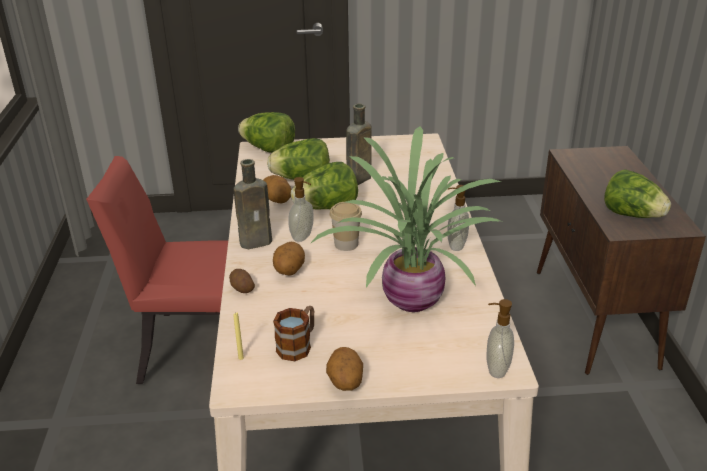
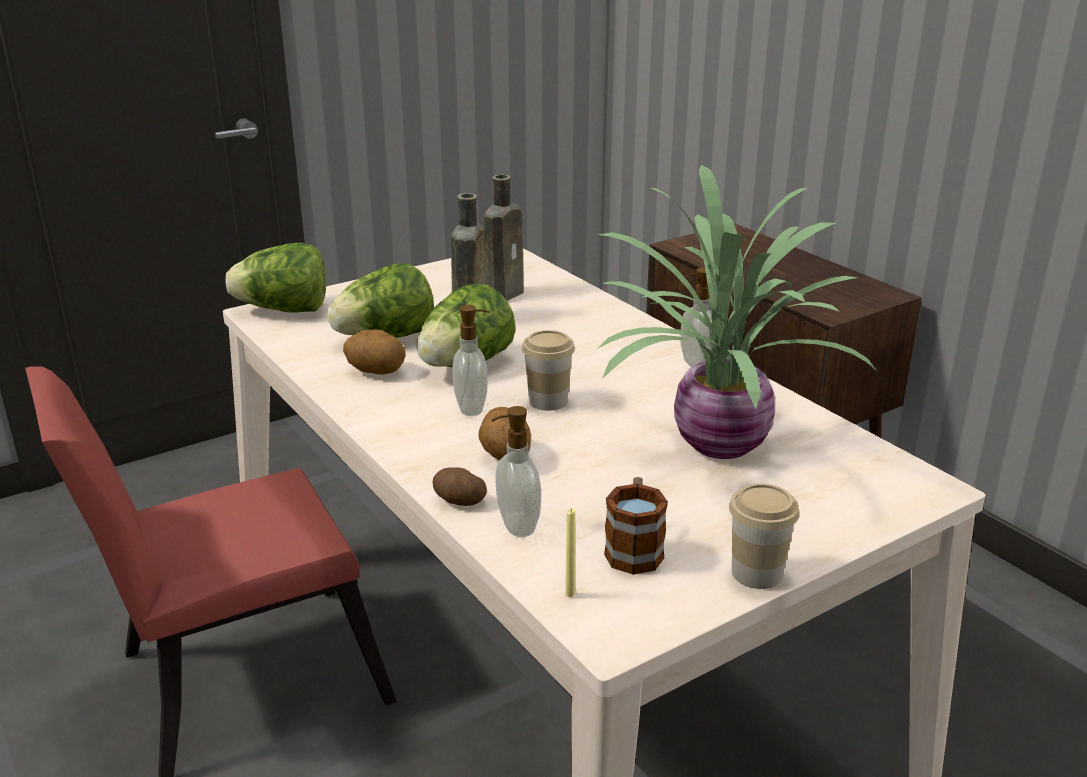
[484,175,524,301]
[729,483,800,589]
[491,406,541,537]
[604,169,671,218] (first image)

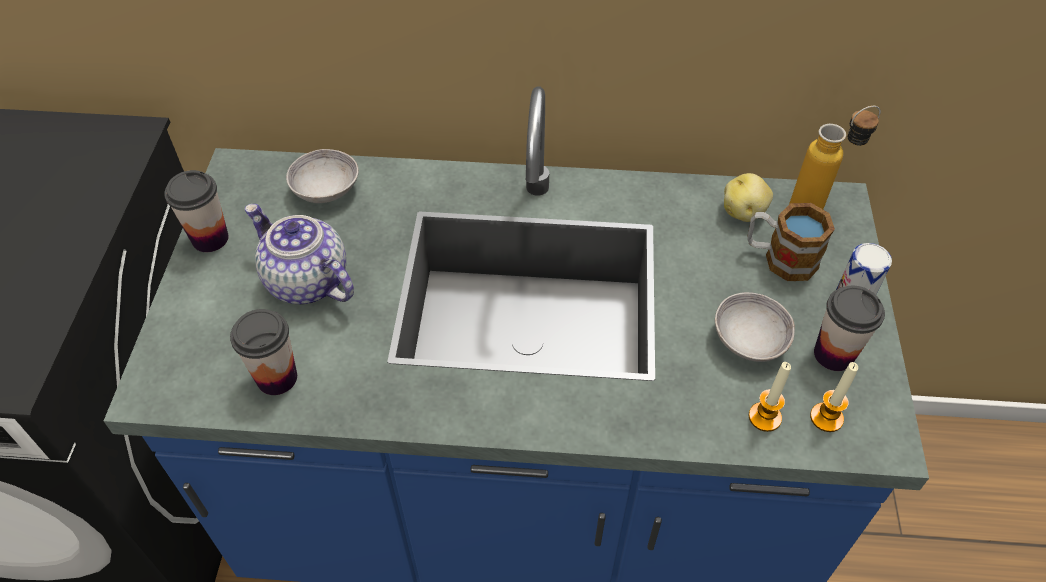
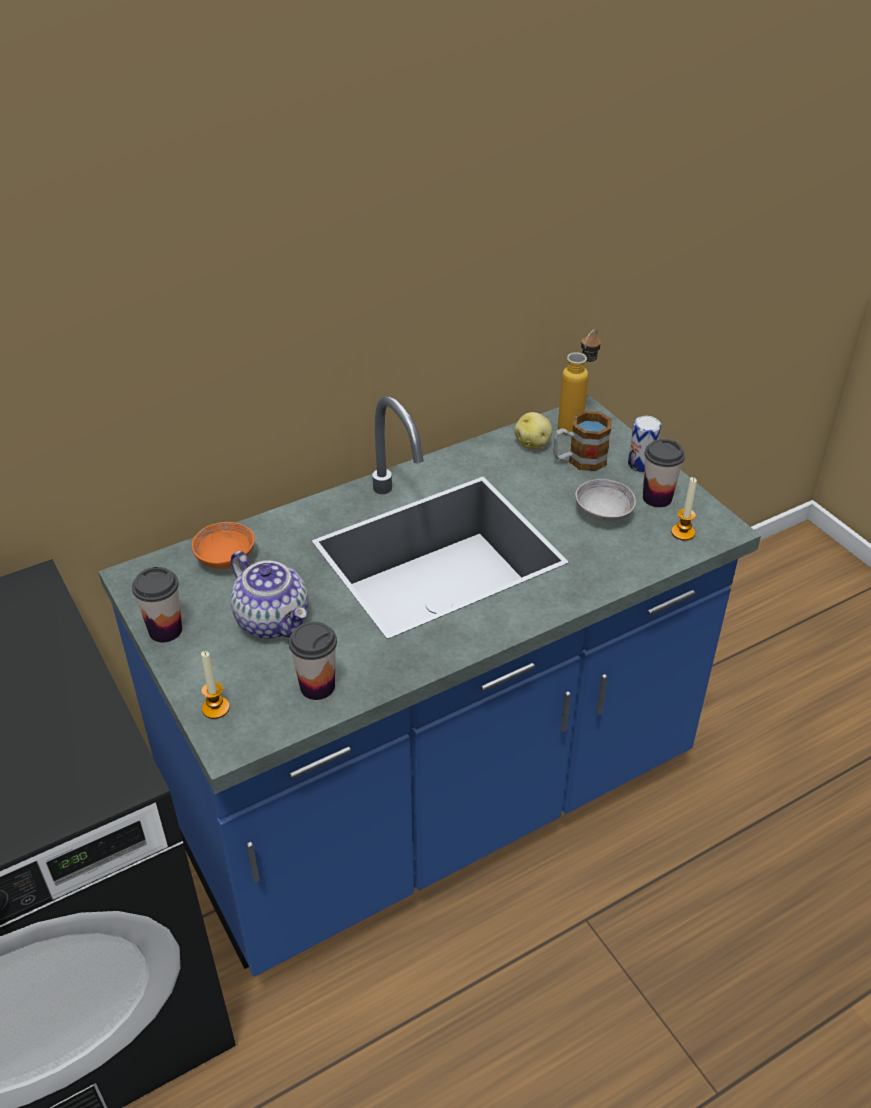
[231,551,308,639]
[192,522,255,569]
[201,651,230,719]

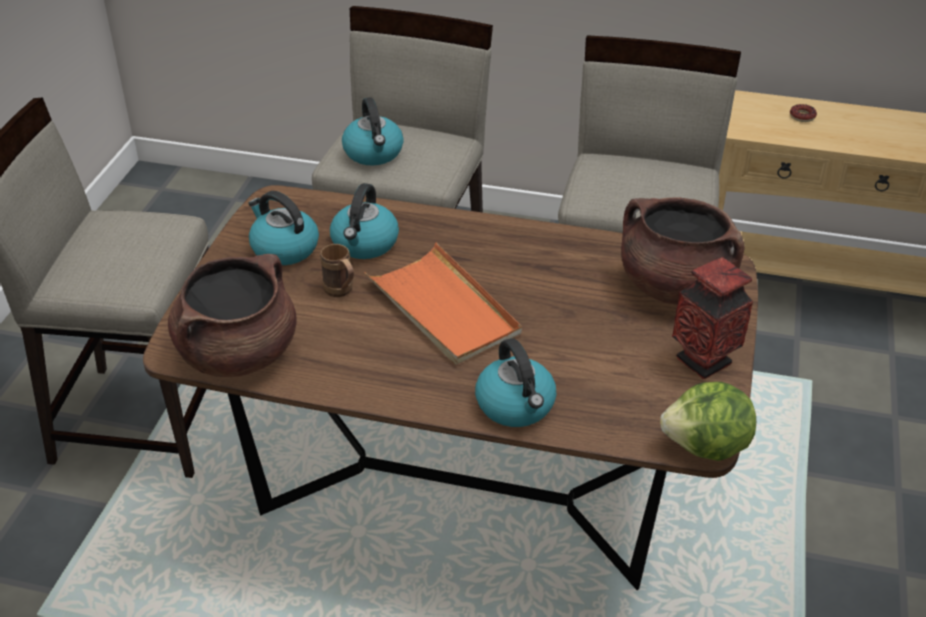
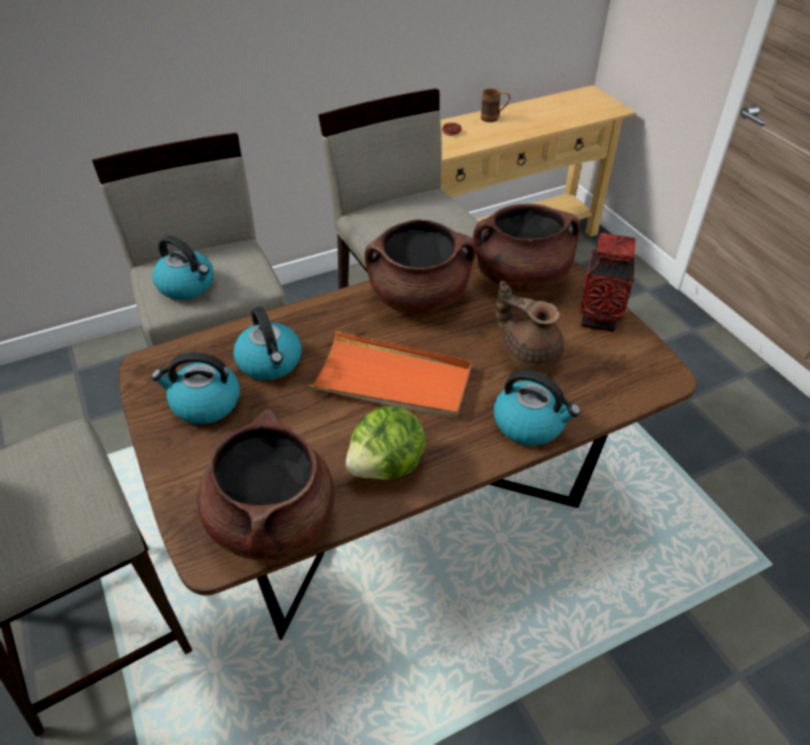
[481,89,510,122]
[345,406,426,480]
[364,219,476,314]
[496,281,564,374]

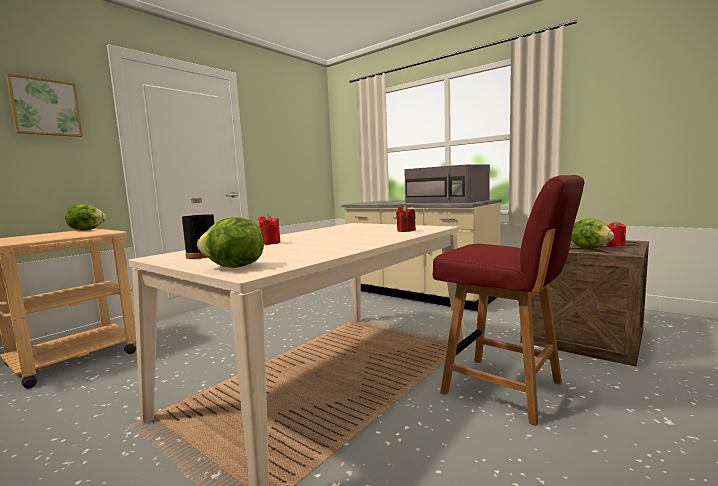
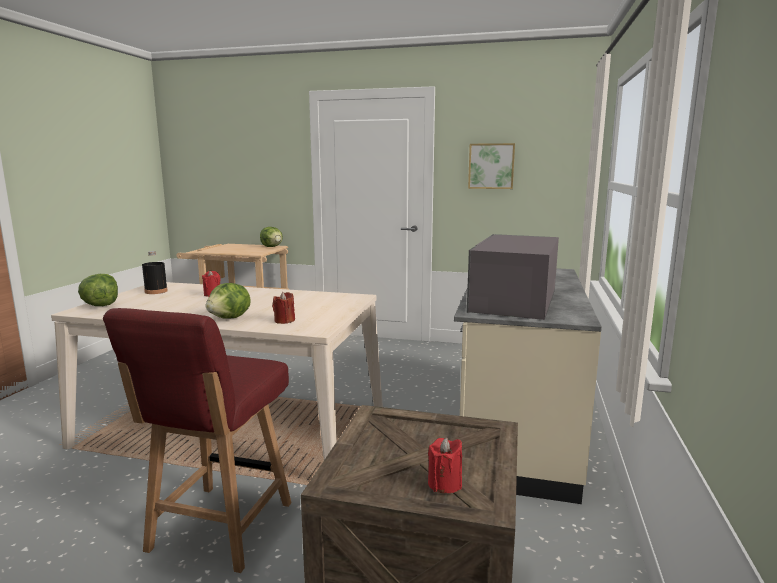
[468,143,515,189]
[205,283,251,318]

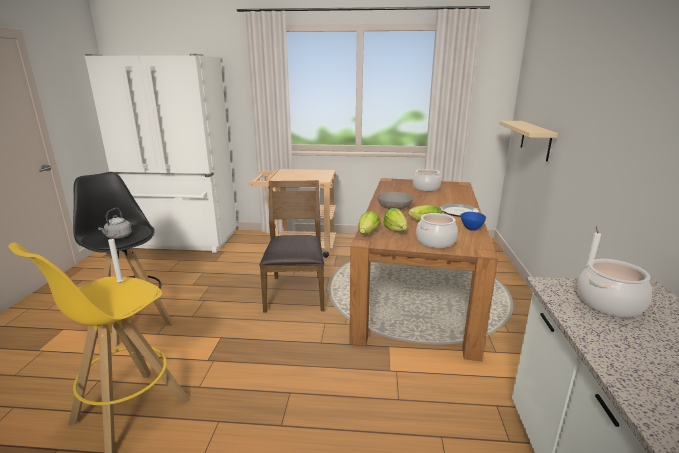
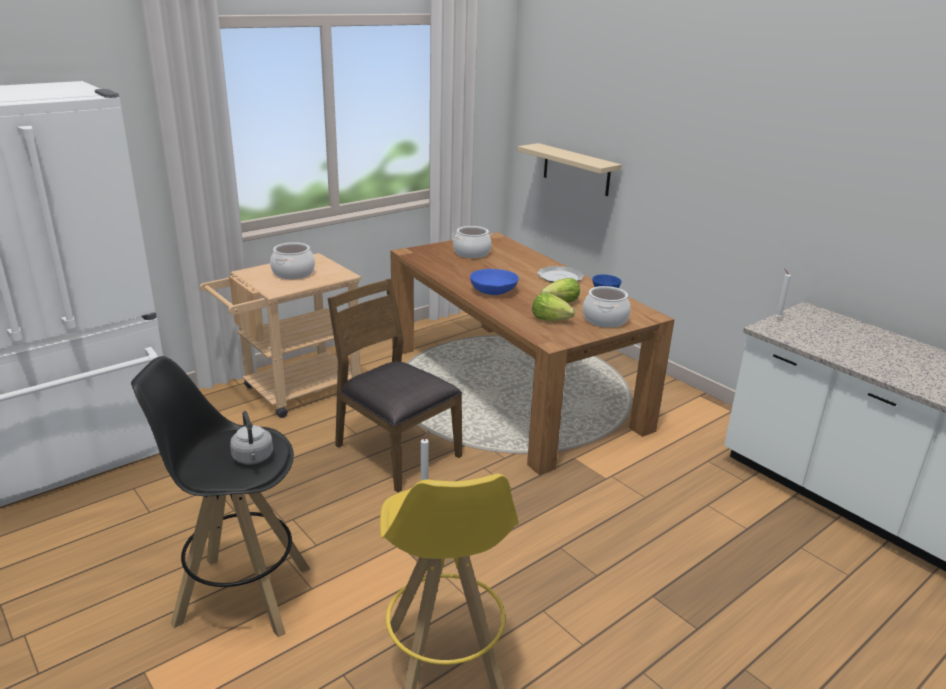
[358,211,381,234] (first image)
[470,269,519,295]
[270,242,315,279]

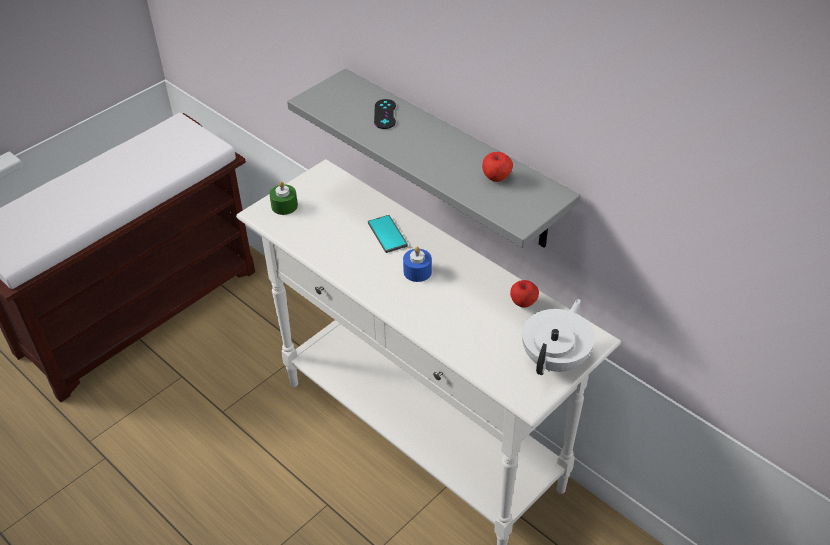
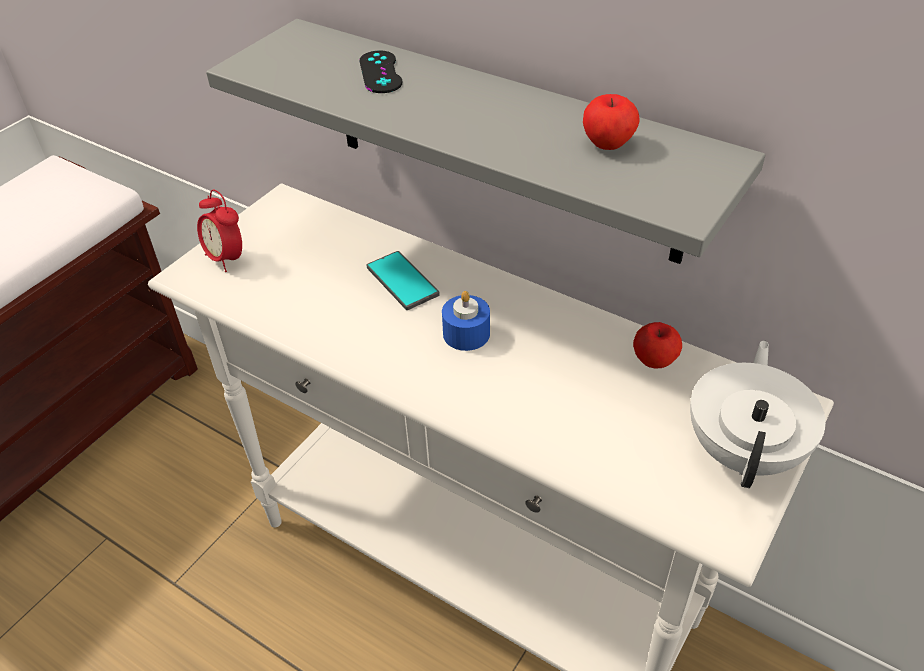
[197,189,242,272]

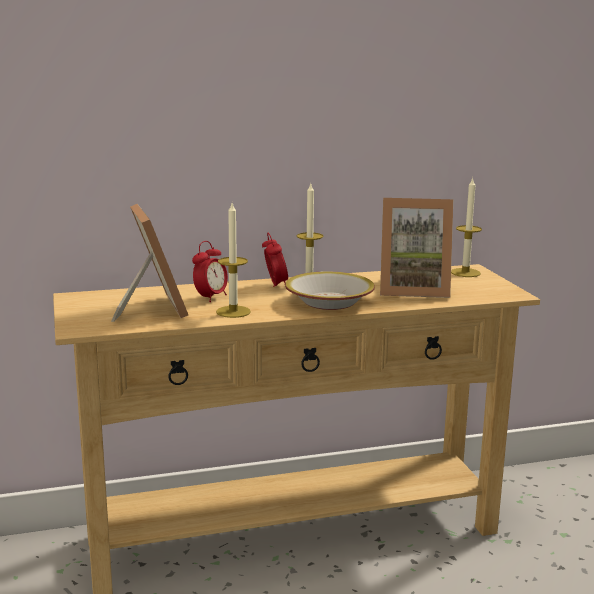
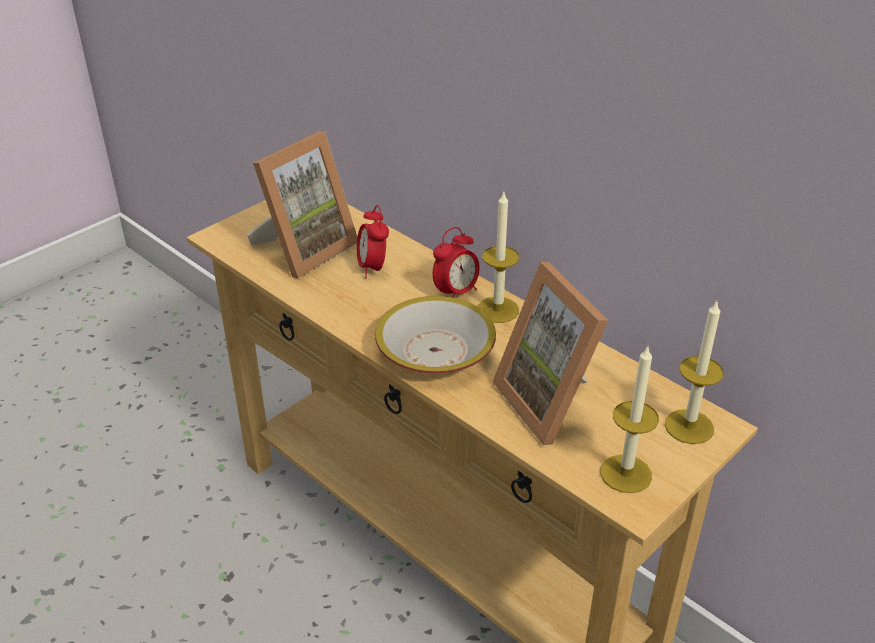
[357,205,389,279]
[601,346,659,493]

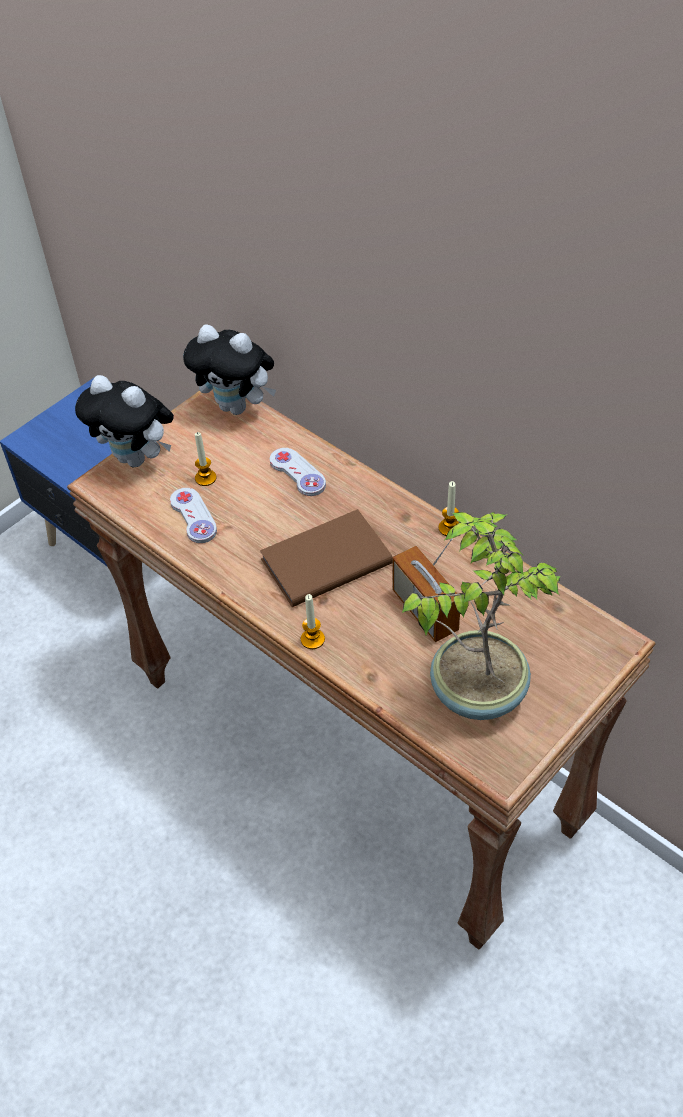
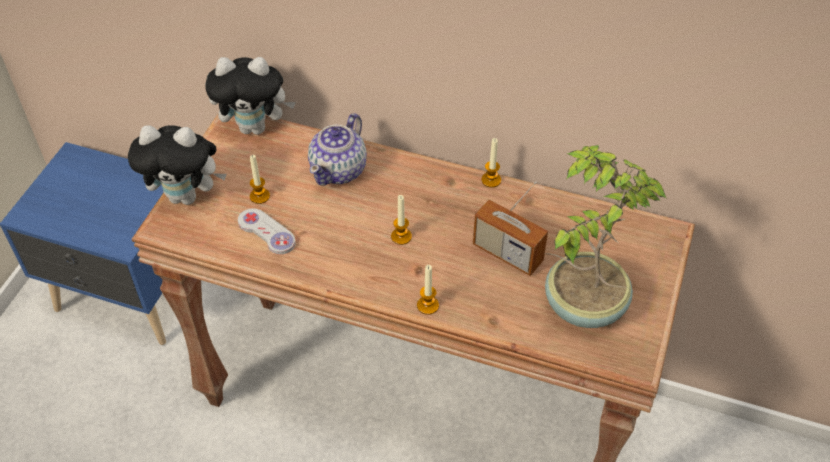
[391,195,412,245]
[308,113,367,186]

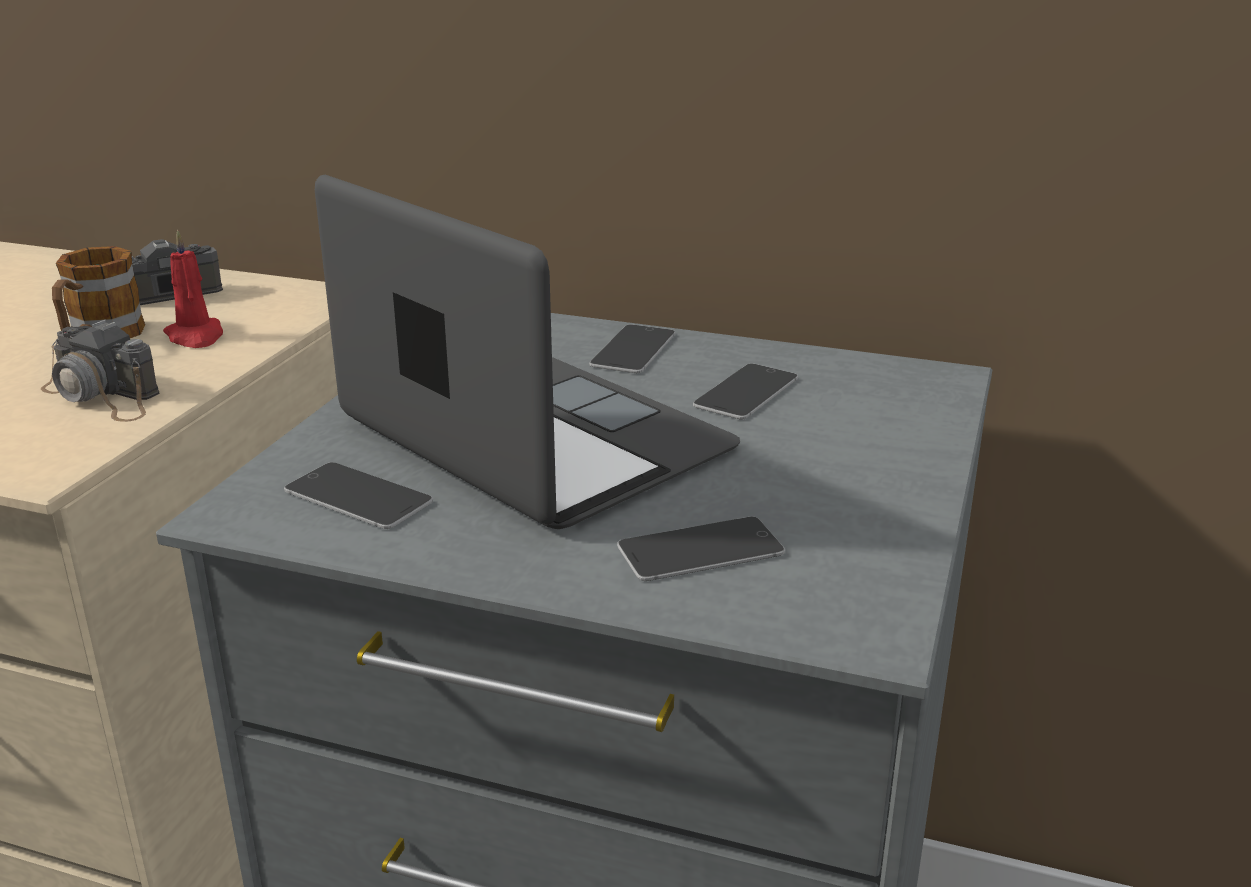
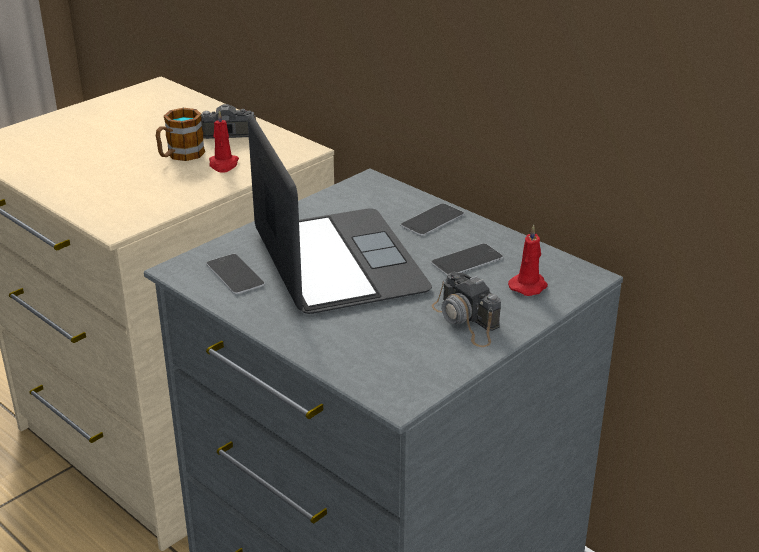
[432,272,501,347]
[617,517,785,581] (first image)
[508,224,548,296]

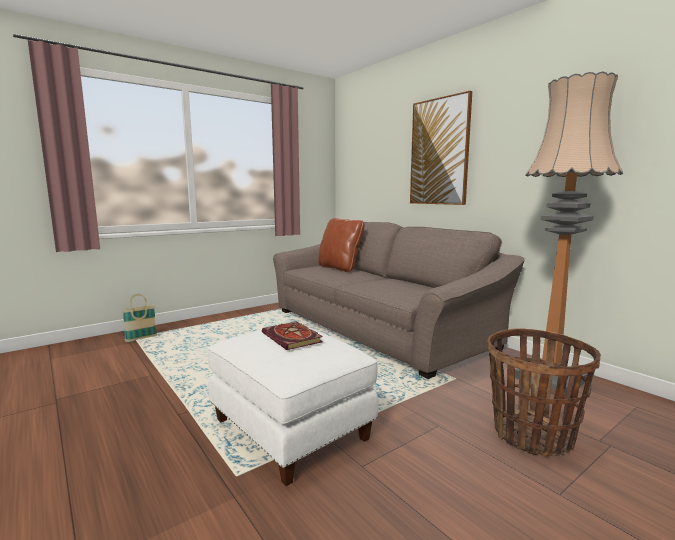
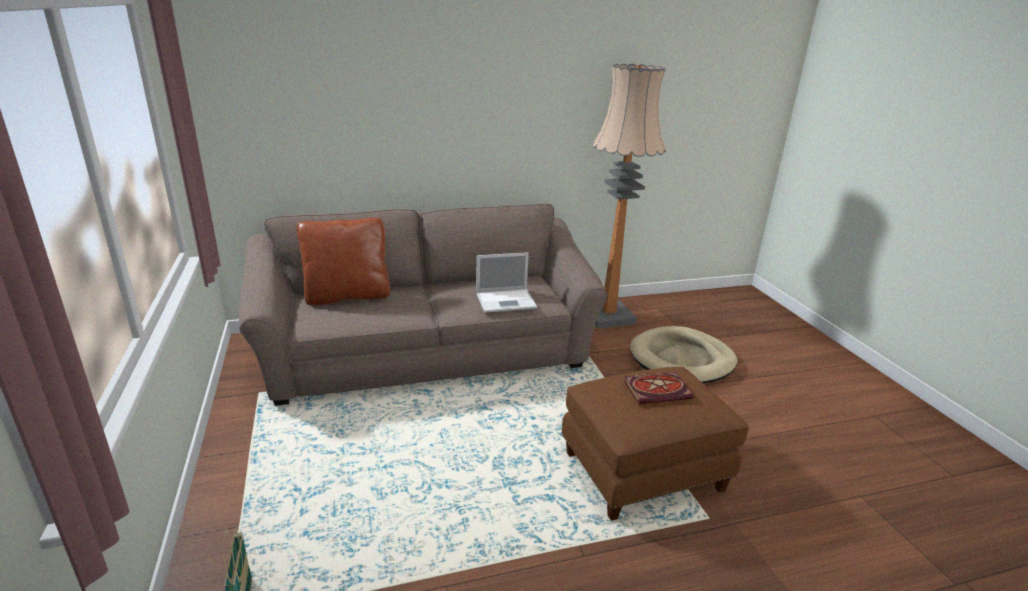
[562,367,749,521]
[410,91,472,205] (first image)
[630,326,737,383]
[476,252,537,313]

